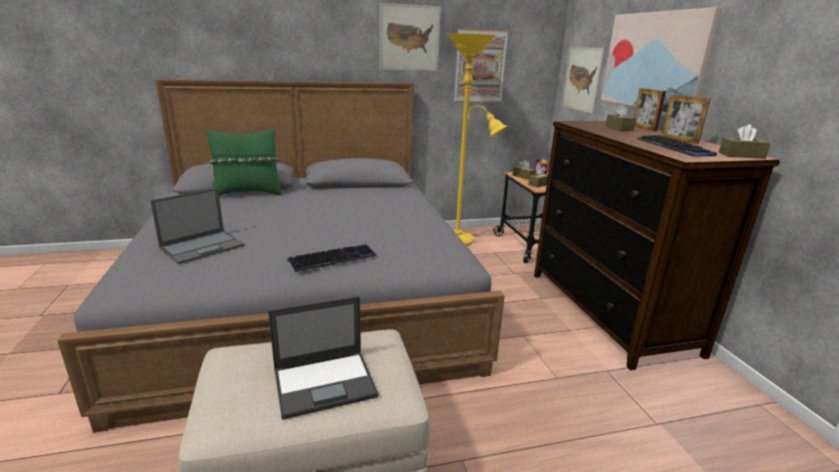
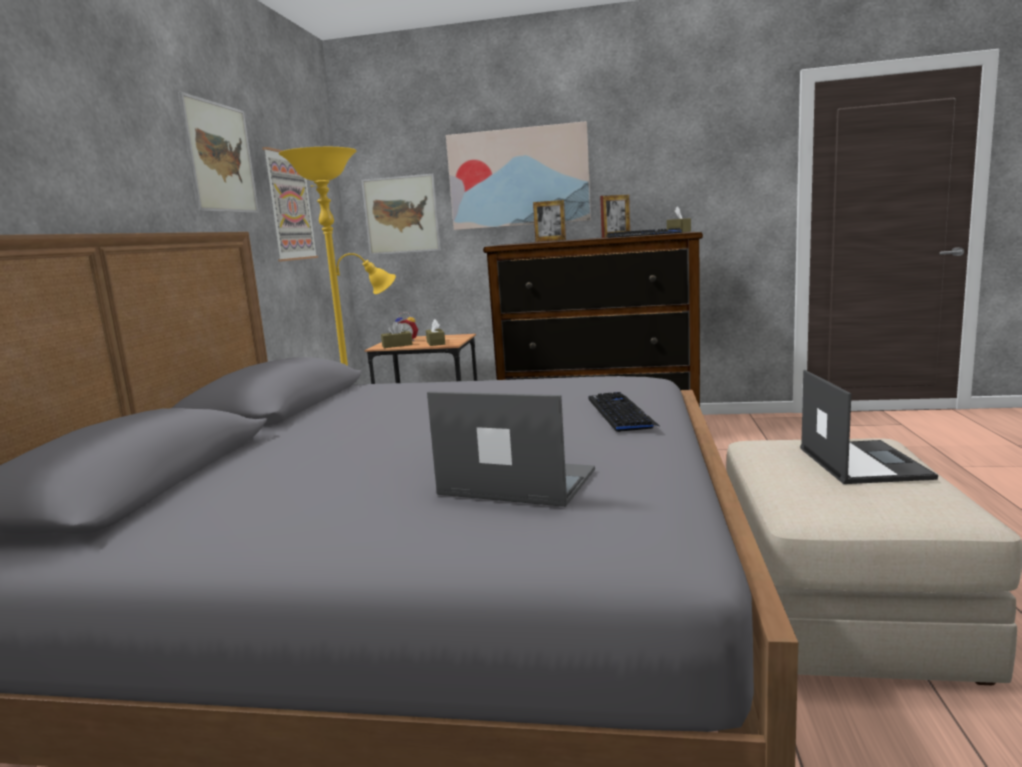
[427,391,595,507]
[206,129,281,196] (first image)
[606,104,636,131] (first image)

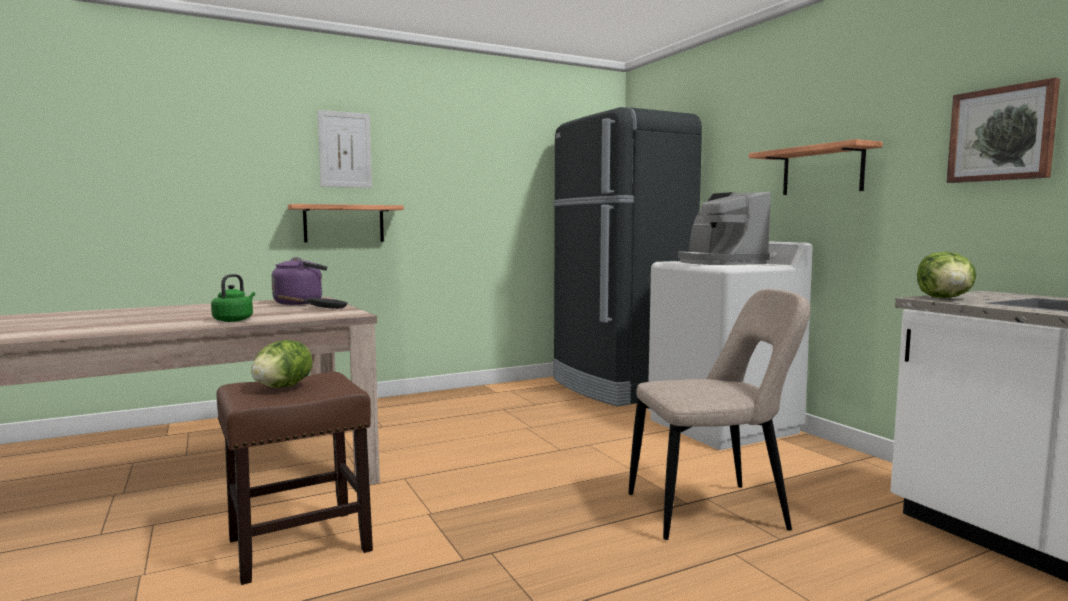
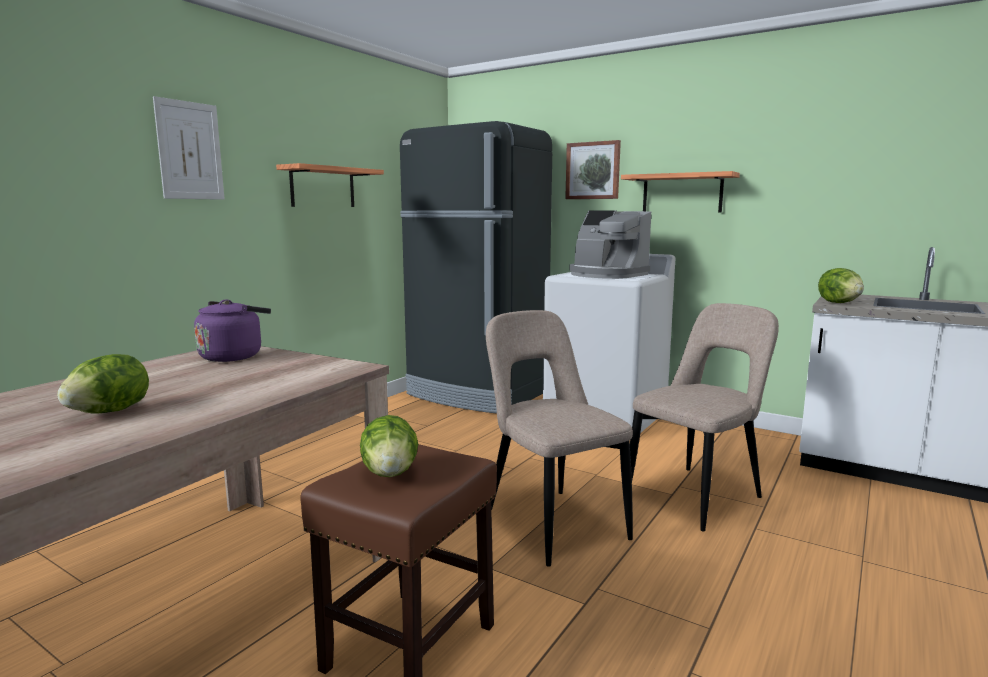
[211,274,255,322] (first image)
[277,295,348,309] (first image)
[276,163,384,207]
[565,140,621,199]
[57,354,149,413]
[486,310,633,567]

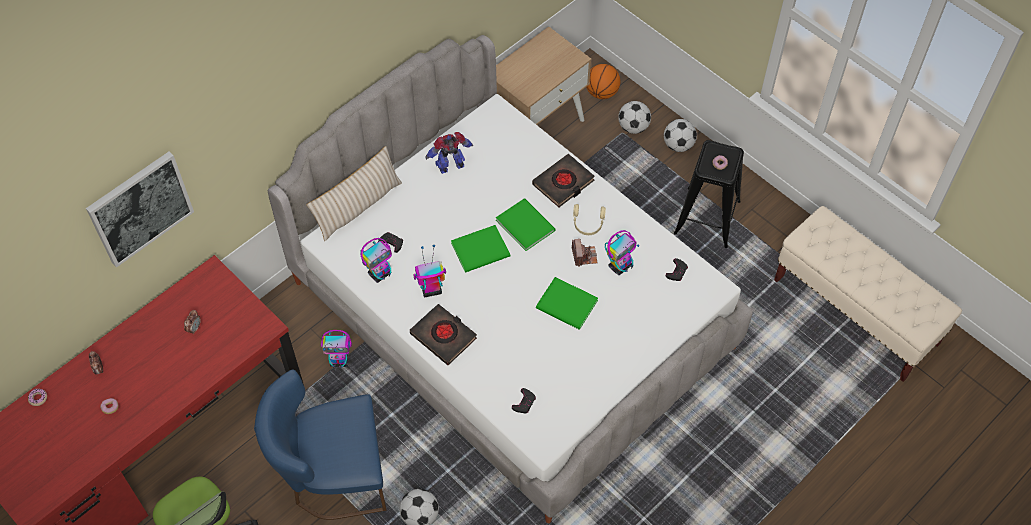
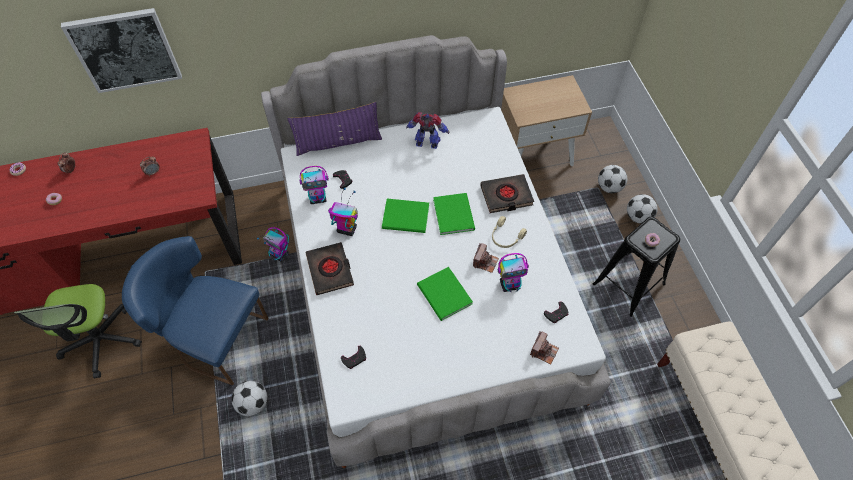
[287,102,382,156]
[586,64,620,99] (first image)
[530,332,559,365]

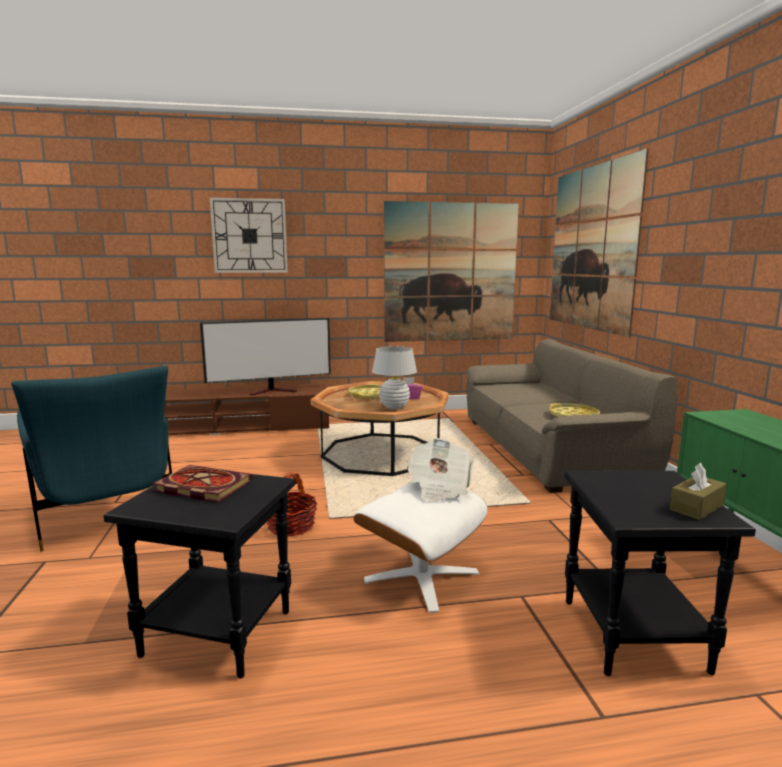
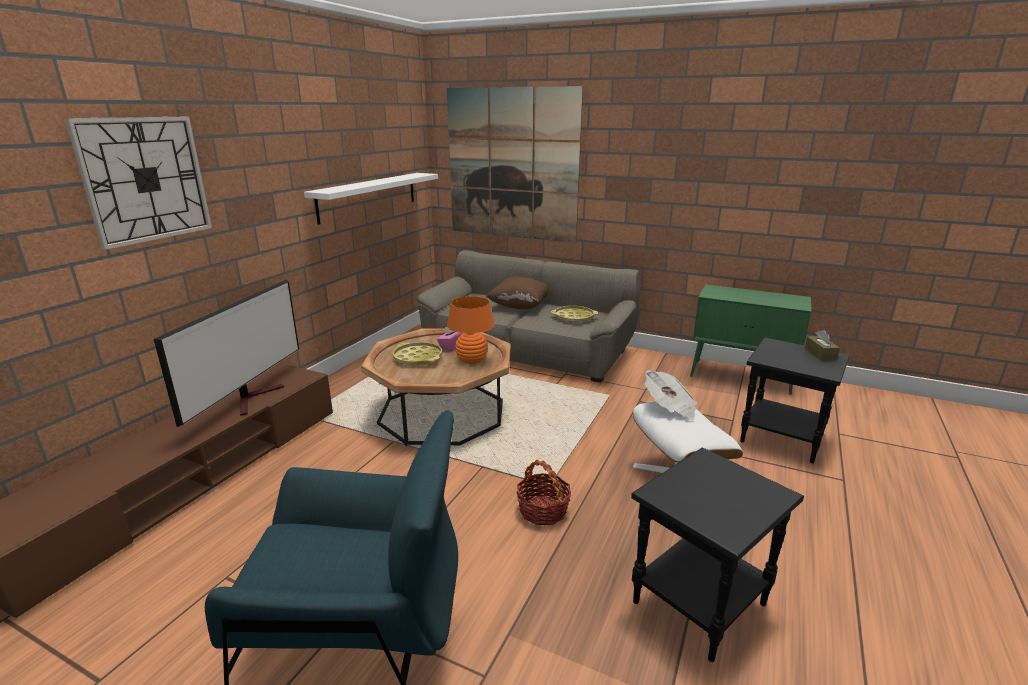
[152,465,253,502] (first image)
[447,296,495,364]
[304,173,438,225]
[486,277,549,309]

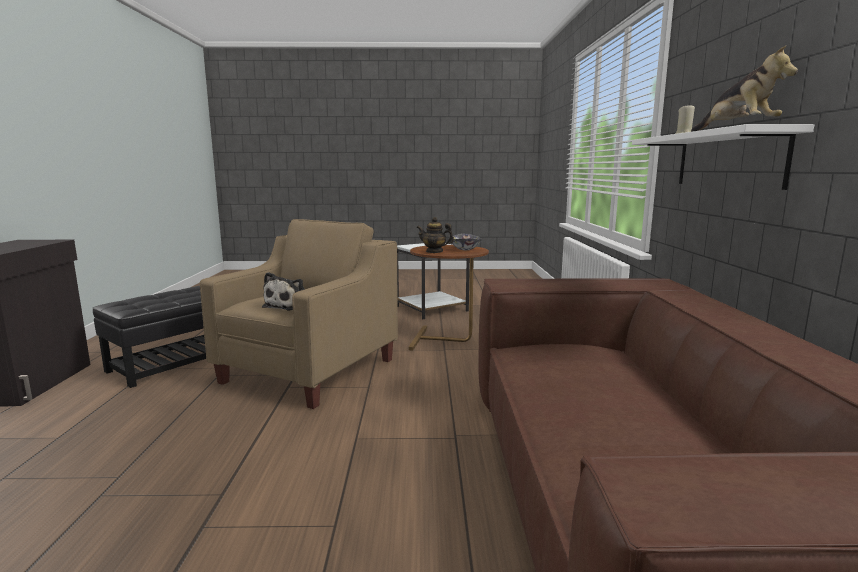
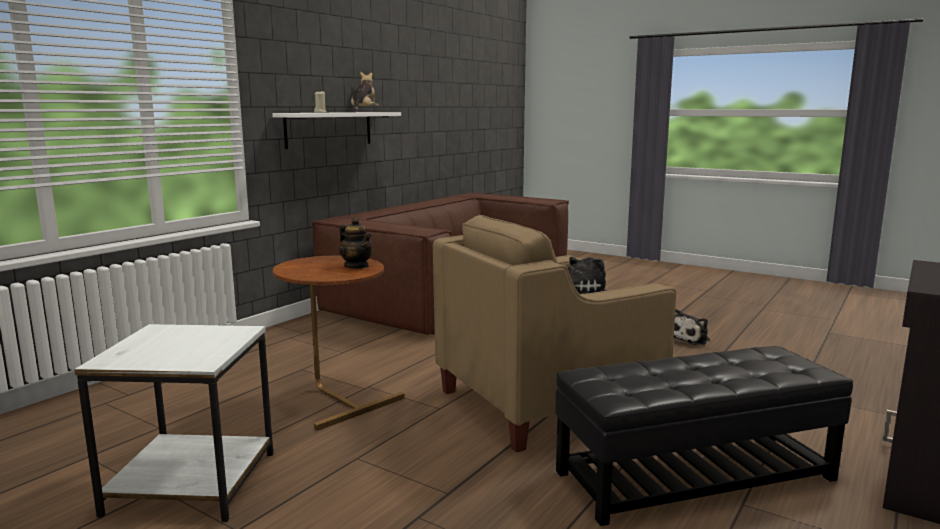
[452,233,482,250] (first image)
[674,308,710,345]

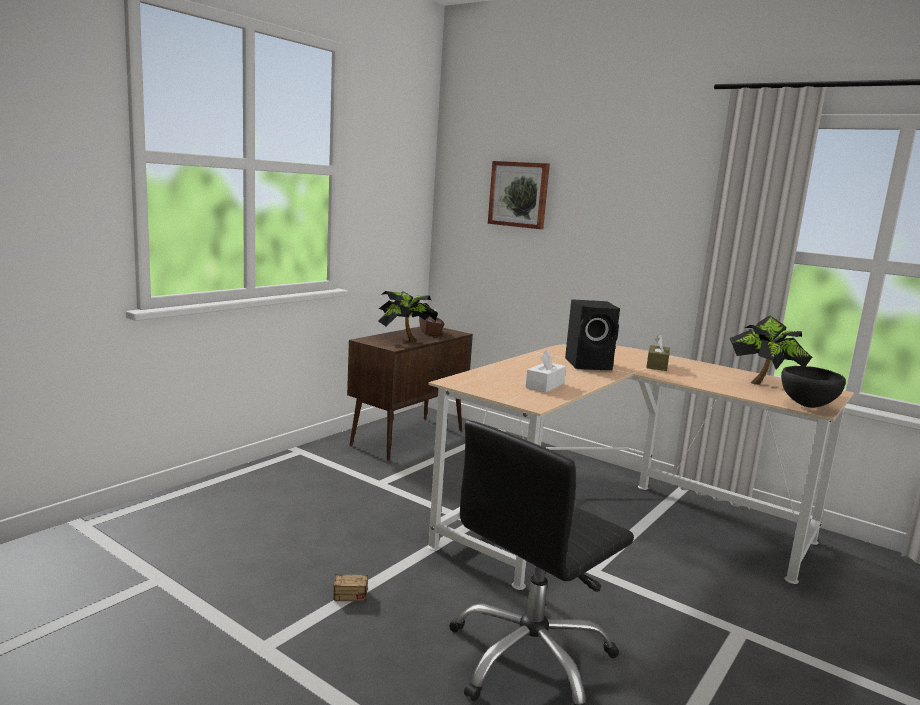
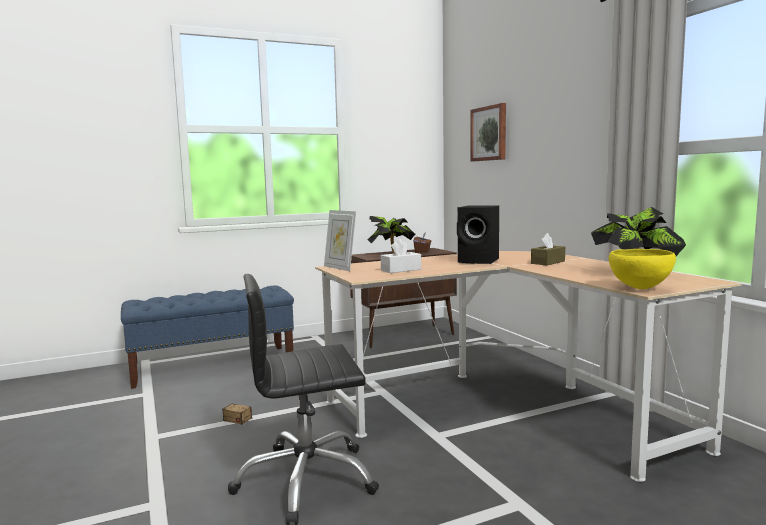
[609,249,676,289]
[121,286,294,389]
[324,210,356,271]

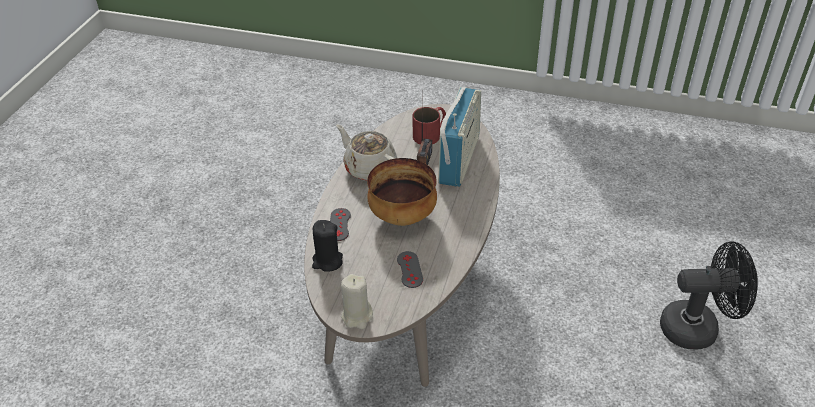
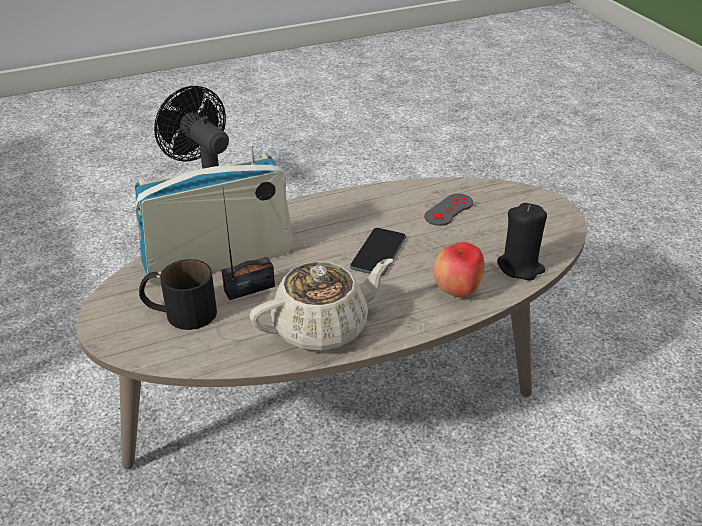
[433,242,484,298]
[249,258,393,352]
[341,274,373,329] (first image)
[350,228,406,276]
[139,259,217,330]

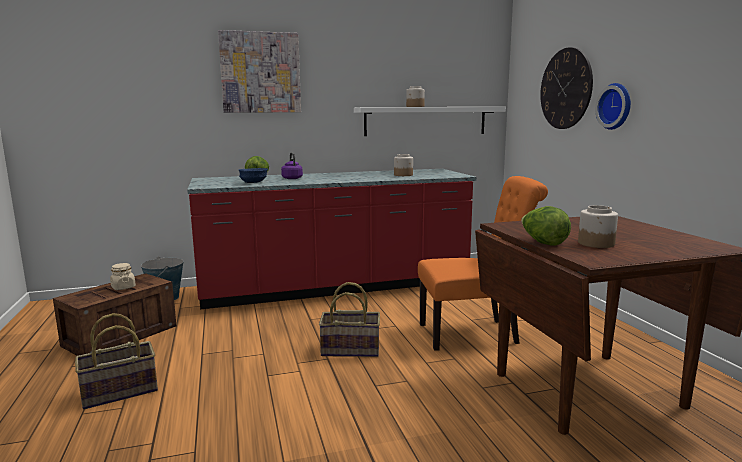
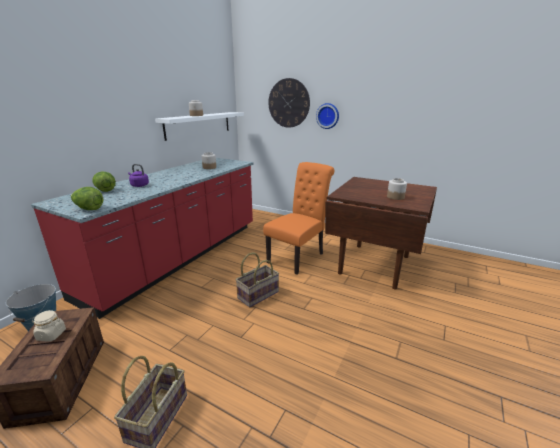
[218,30,301,113] (first image)
[239,168,268,183] (first image)
[71,187,103,210]

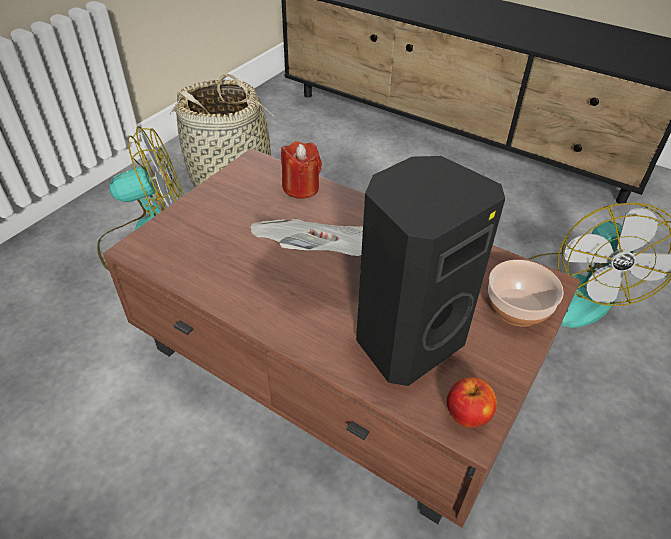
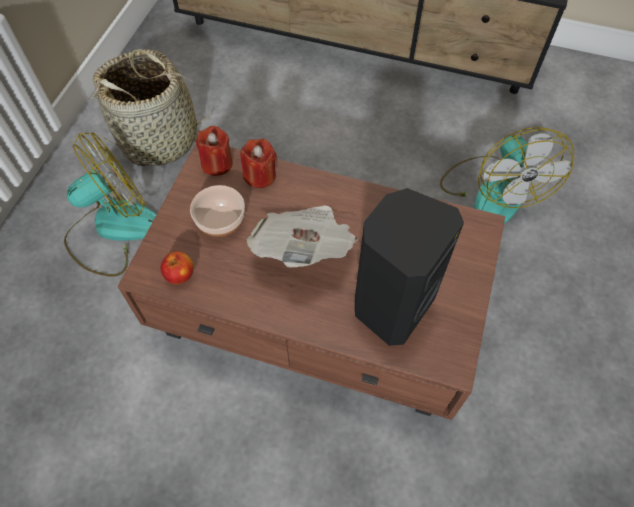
[160,251,194,284]
[190,185,245,237]
[195,126,233,176]

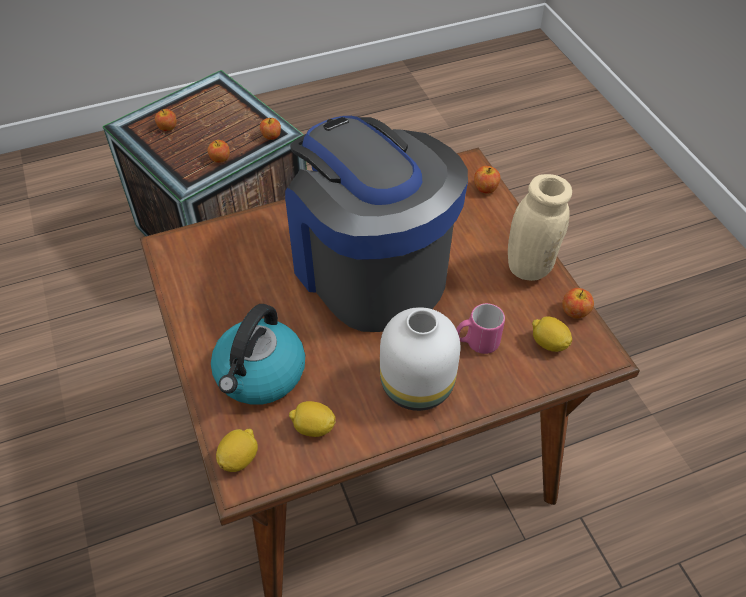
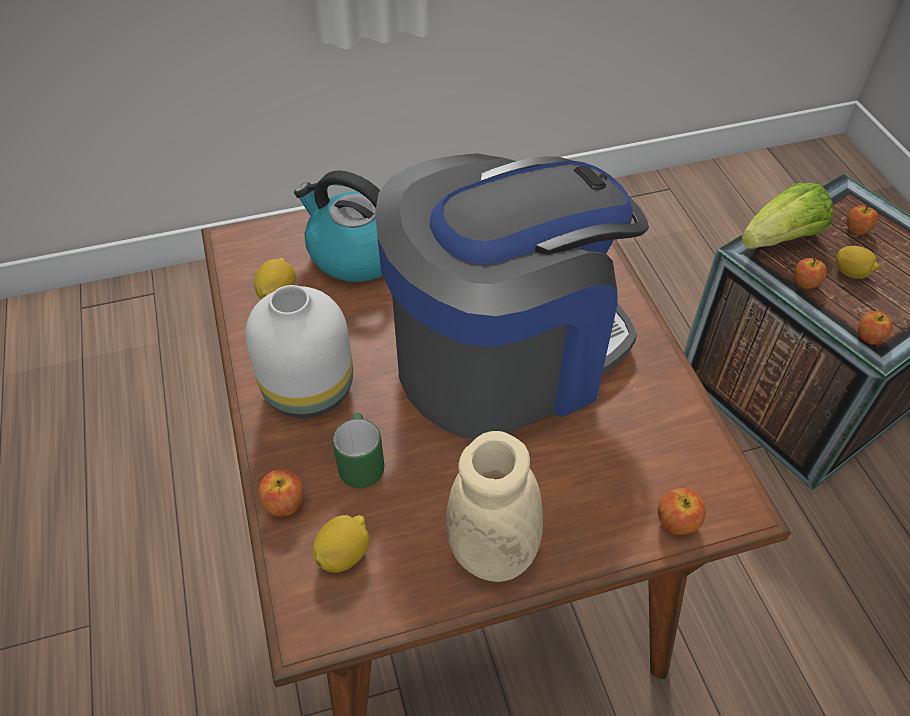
[836,246,879,279]
[332,413,384,488]
[259,470,303,517]
[742,183,833,249]

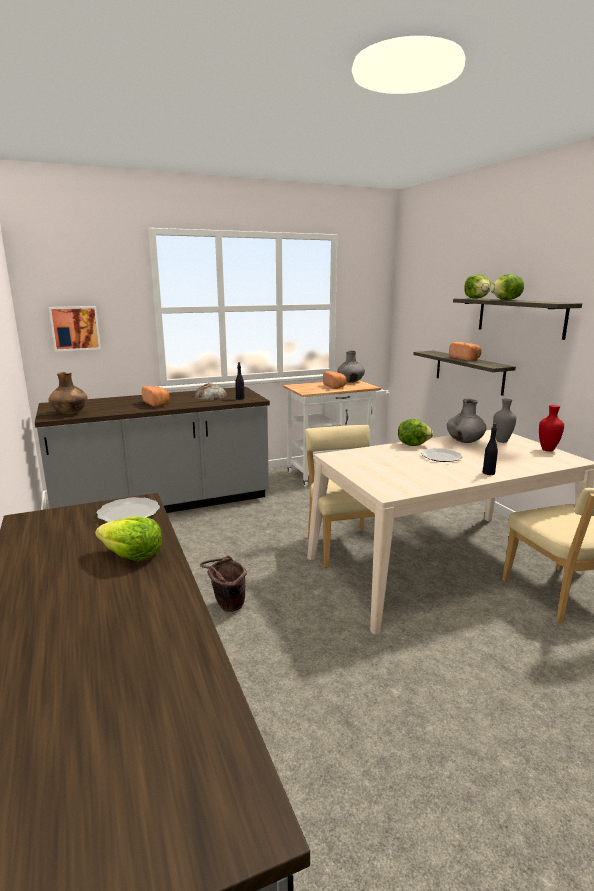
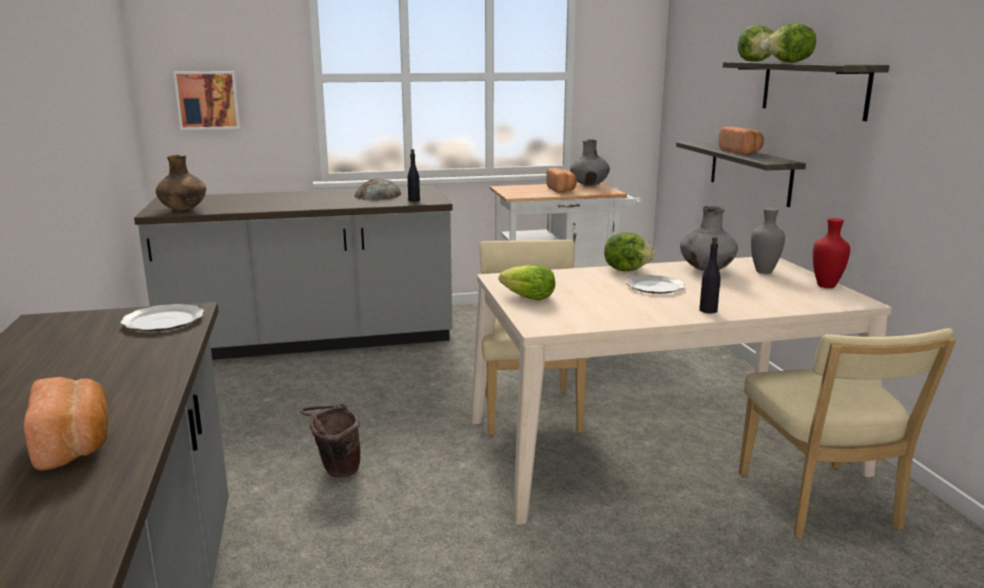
[499,265,555,301]
[24,377,109,471]

